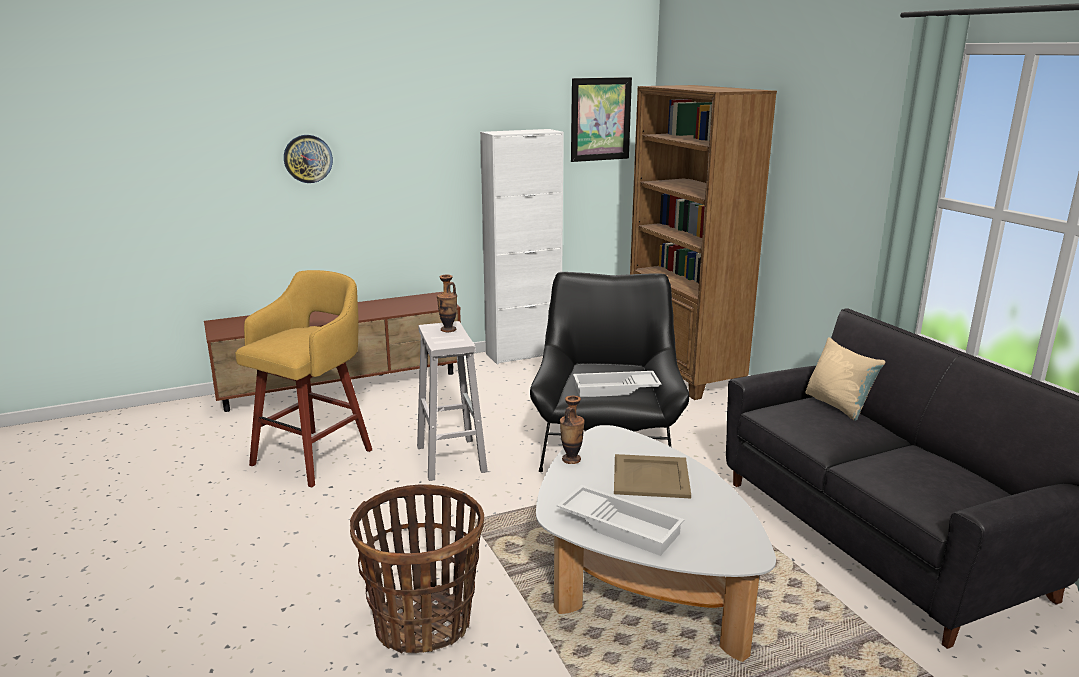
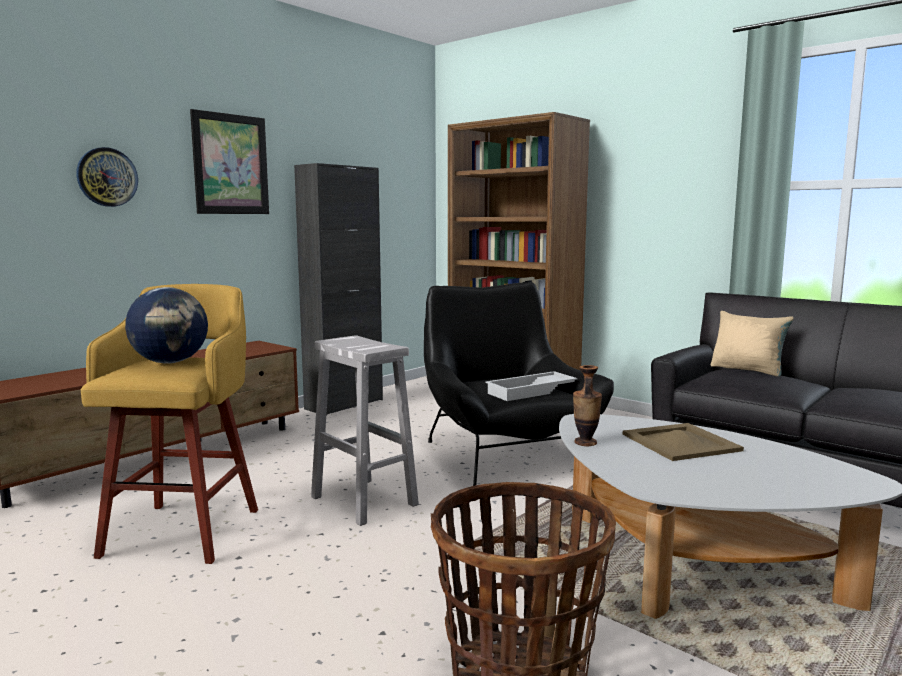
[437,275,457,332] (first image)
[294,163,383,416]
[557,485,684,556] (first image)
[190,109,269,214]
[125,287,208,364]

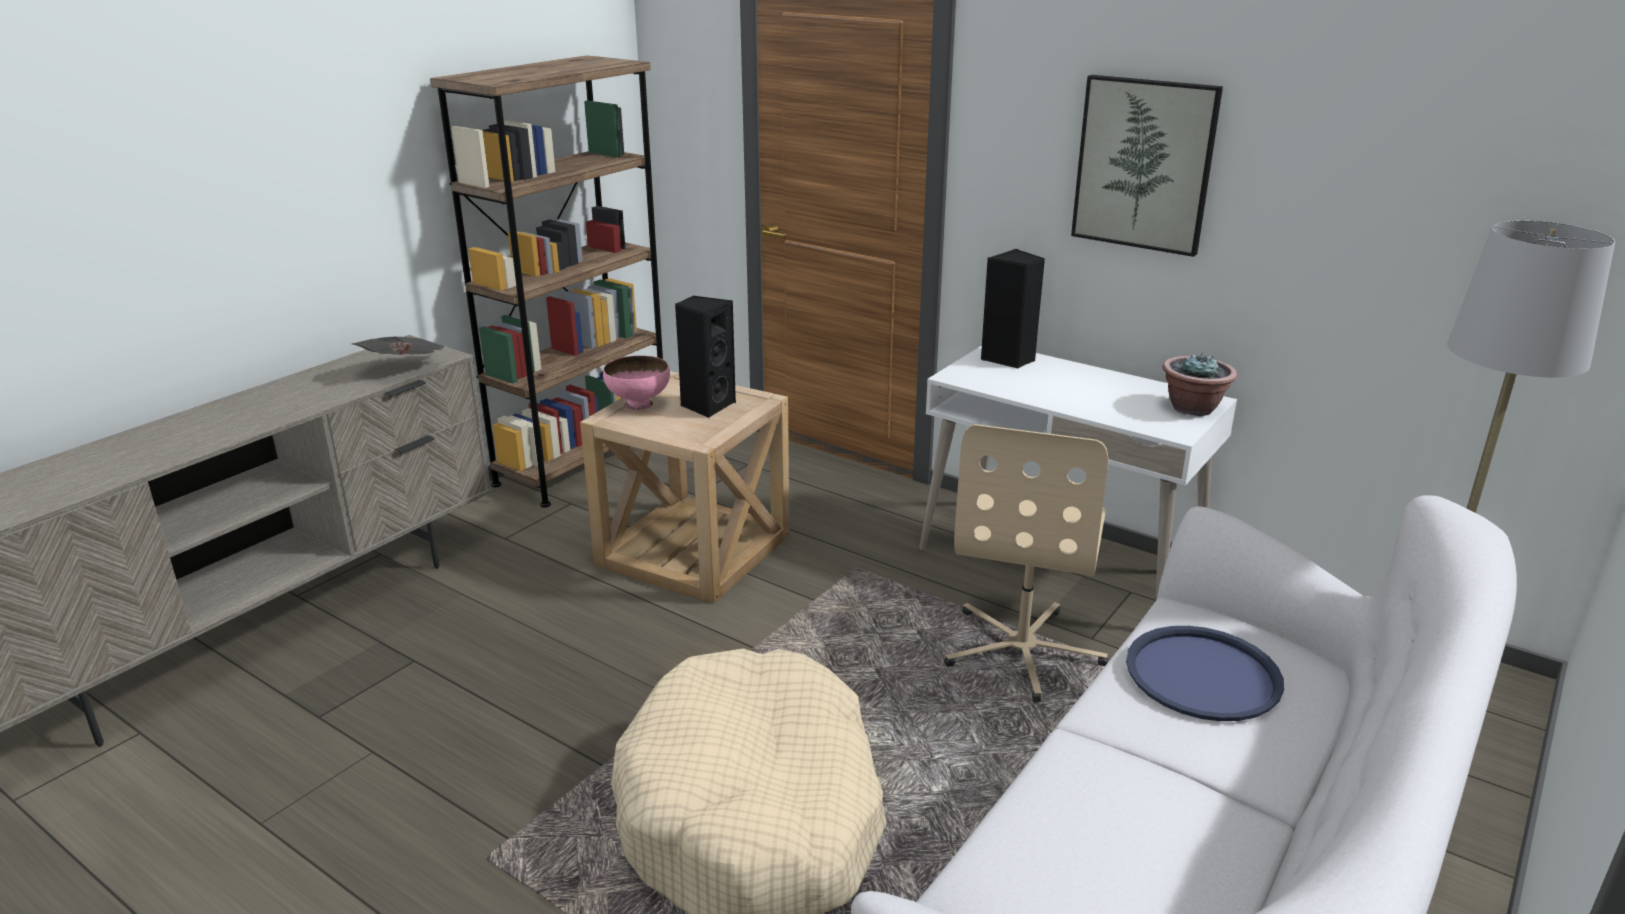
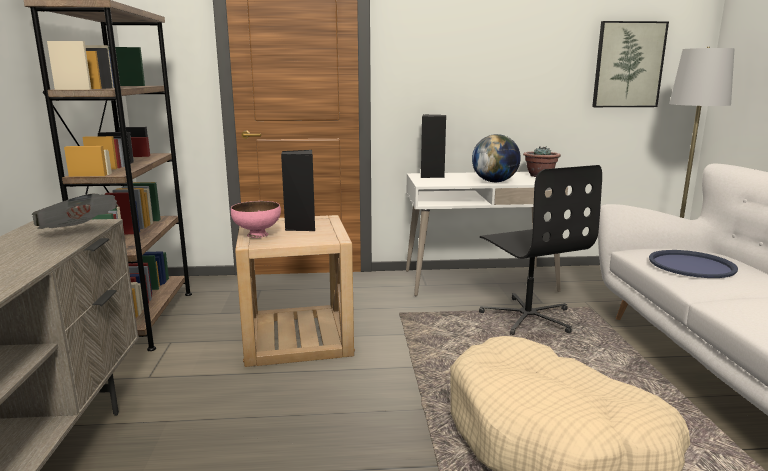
[479,165,602,335]
[592,21,669,107]
[472,134,521,182]

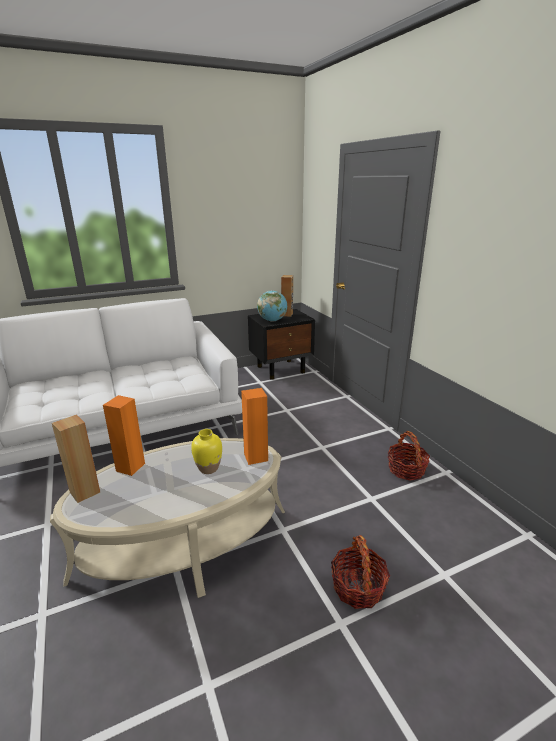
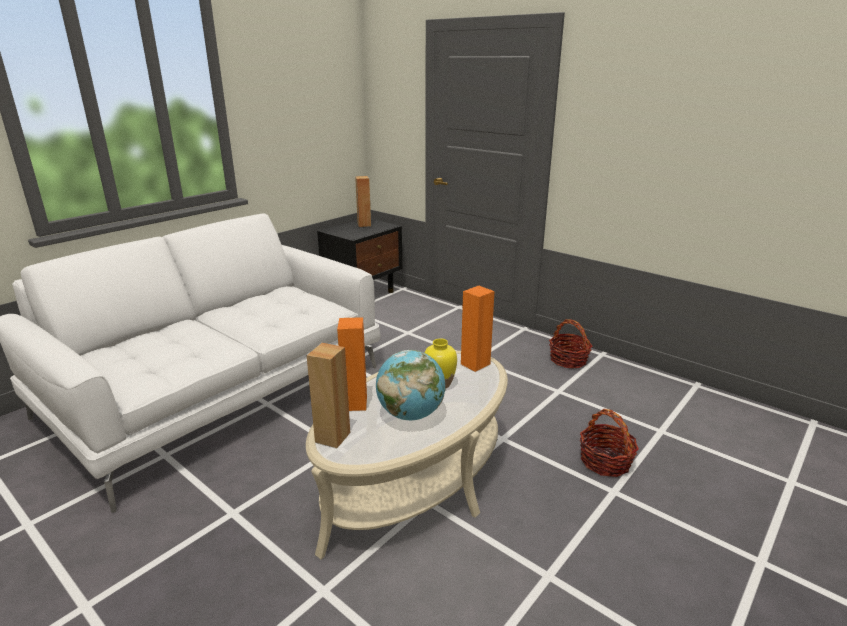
[376,350,446,420]

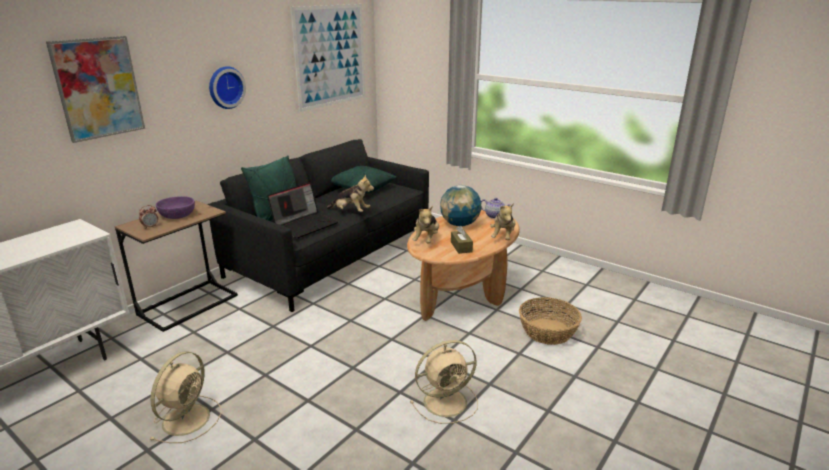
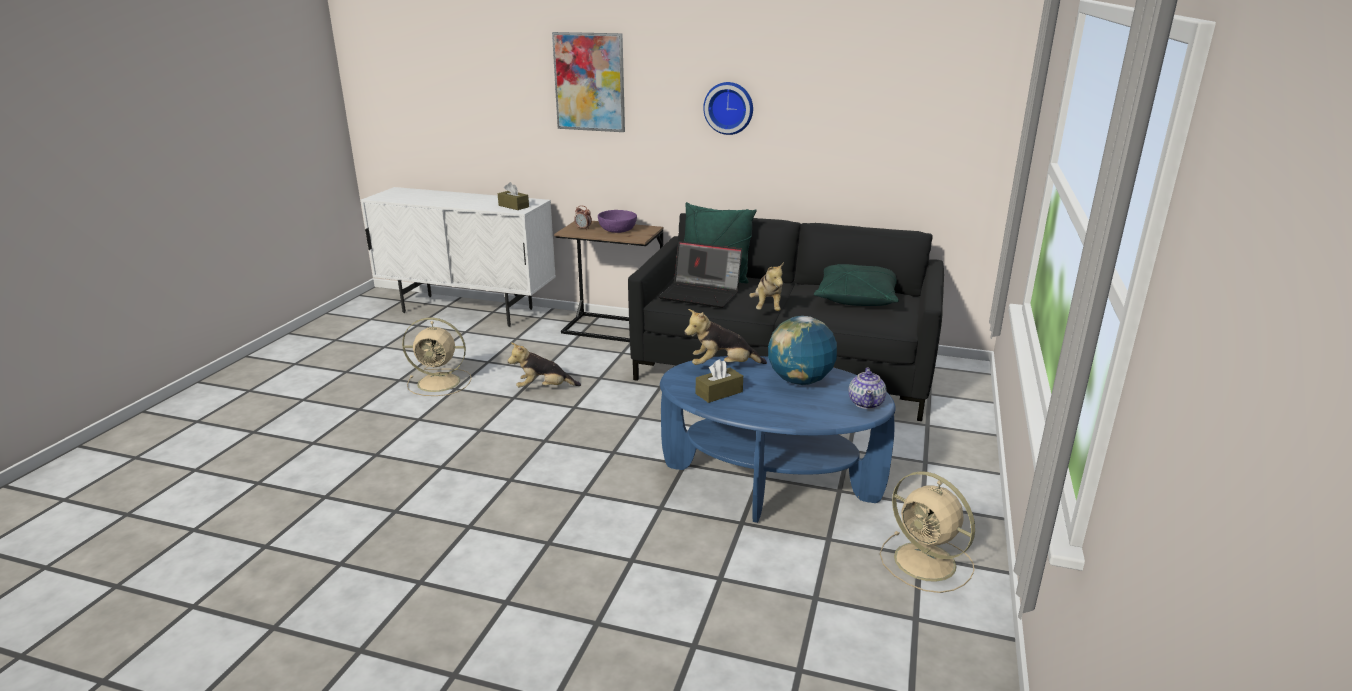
[290,4,365,112] (first image)
[660,356,896,523]
[880,471,975,593]
[508,342,581,387]
[519,297,582,345] (first image)
[498,182,529,210]

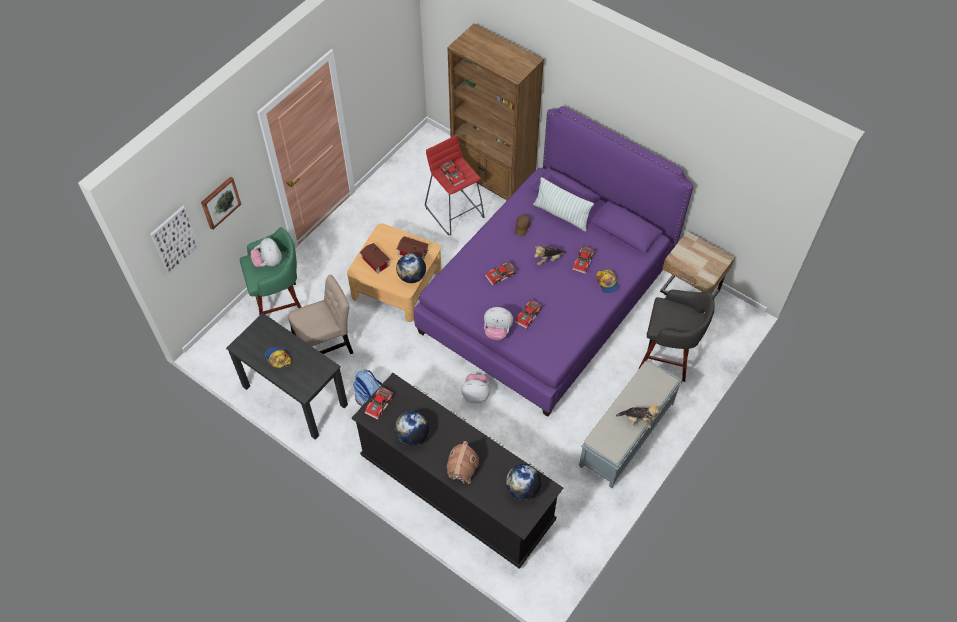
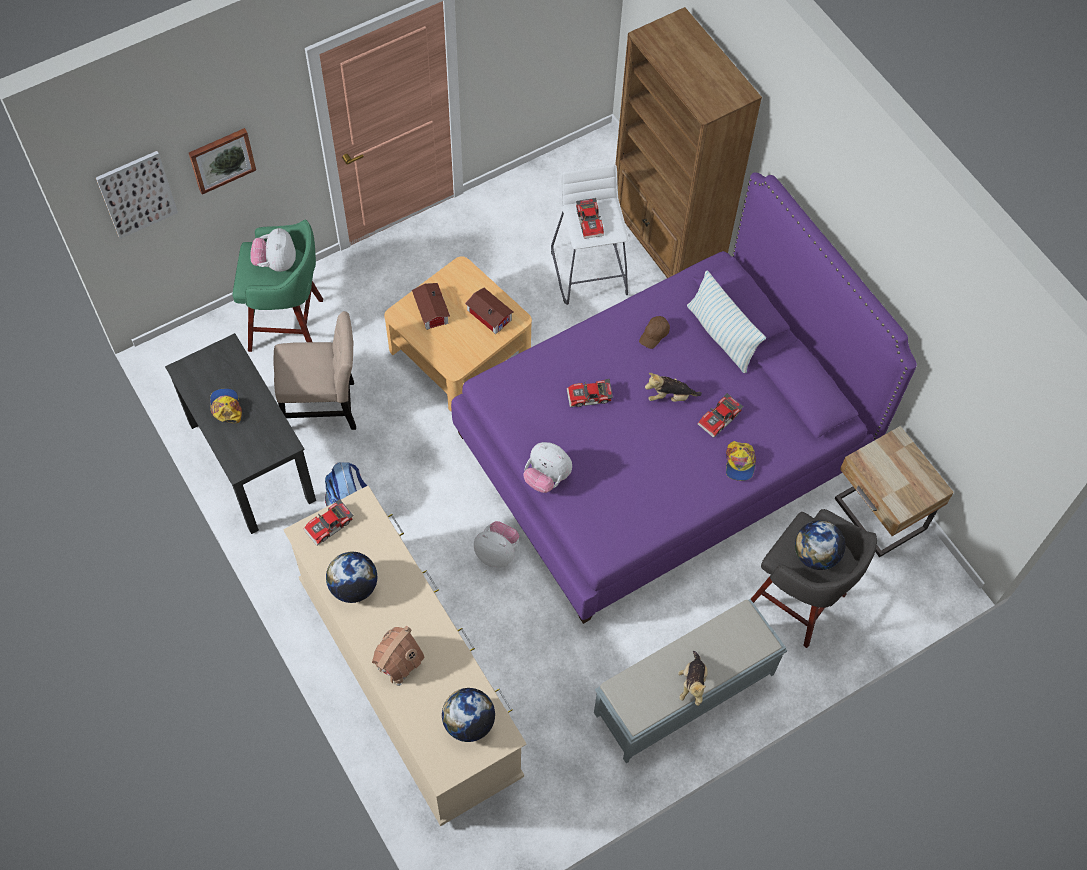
[283,486,527,826]
[795,520,846,570]
[551,164,629,305]
[515,299,542,329] (first image)
[678,651,708,706]

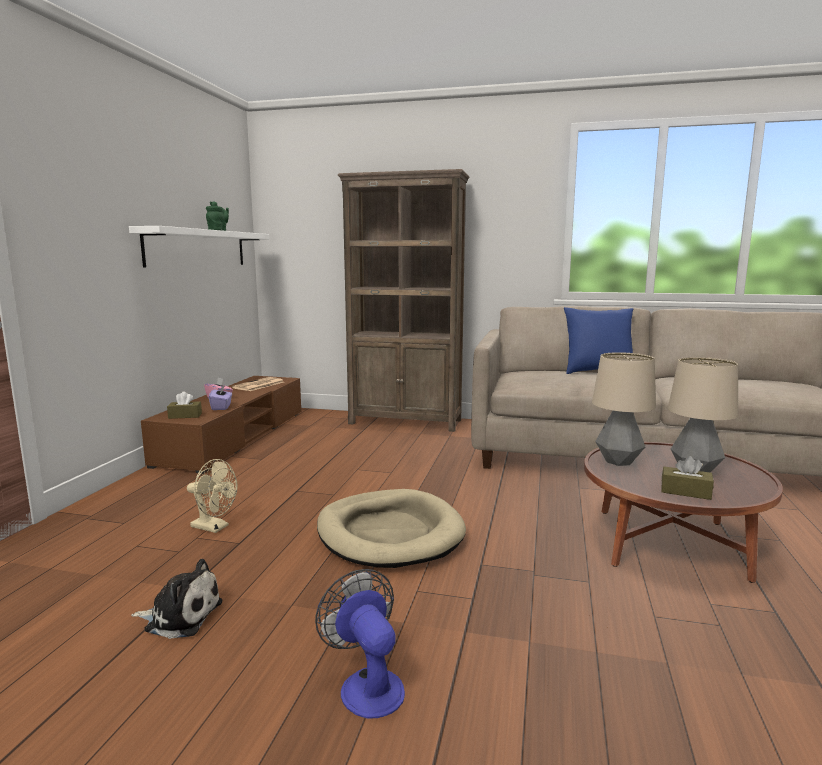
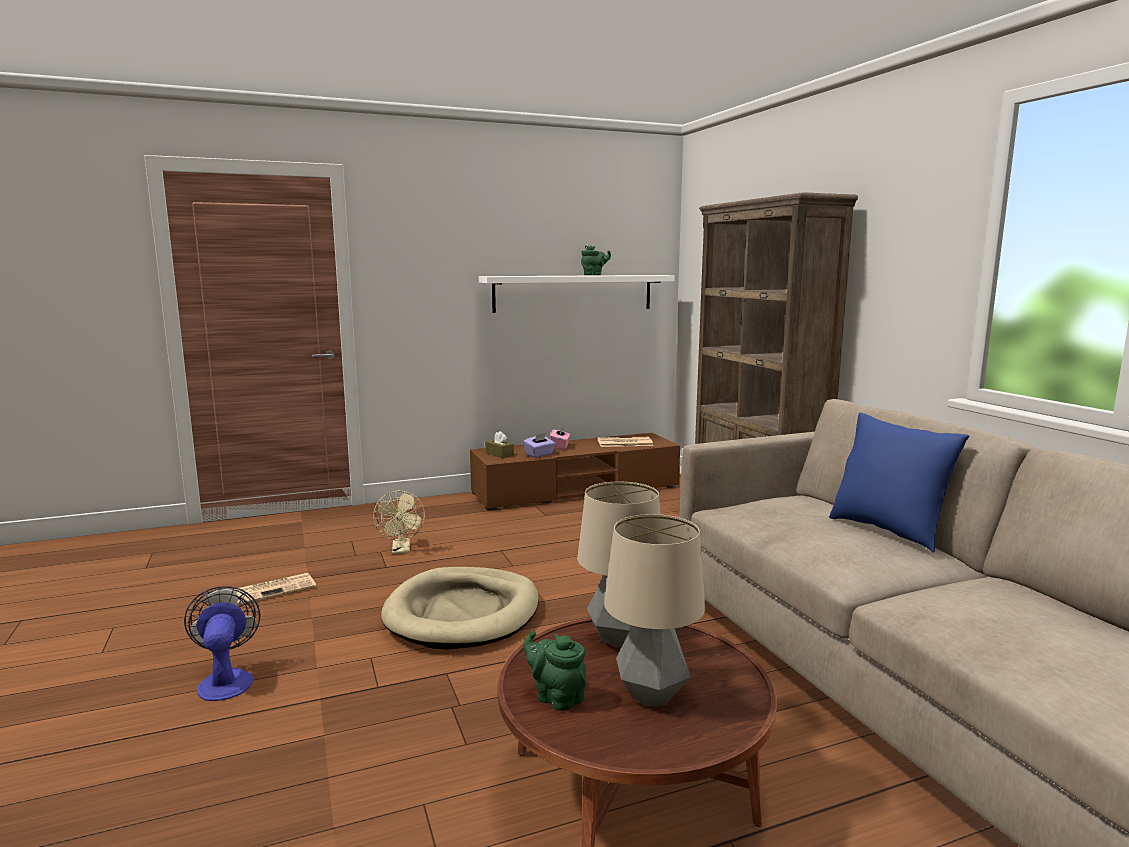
[235,573,316,605]
[184,586,260,701]
[523,630,586,711]

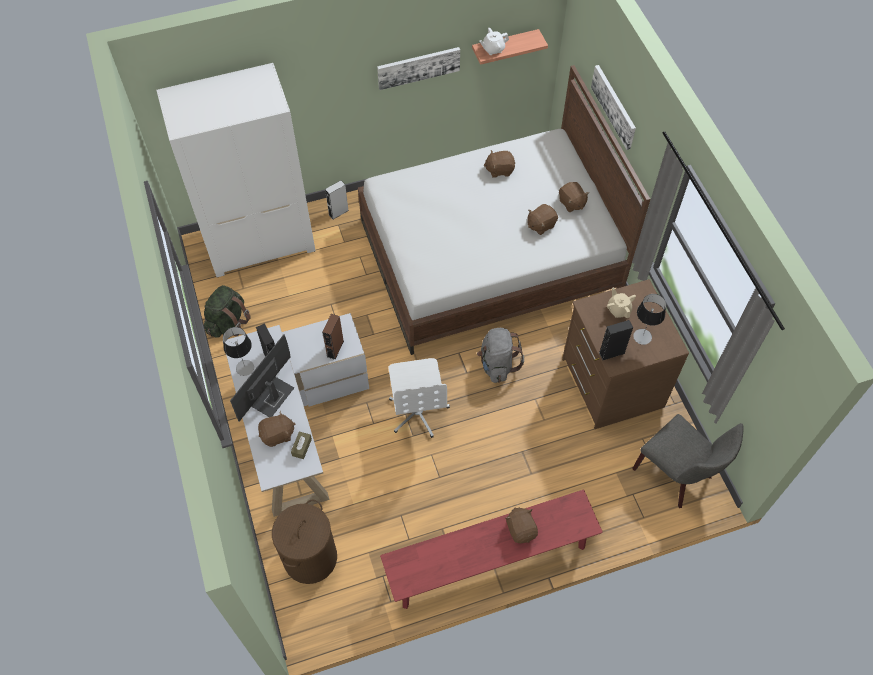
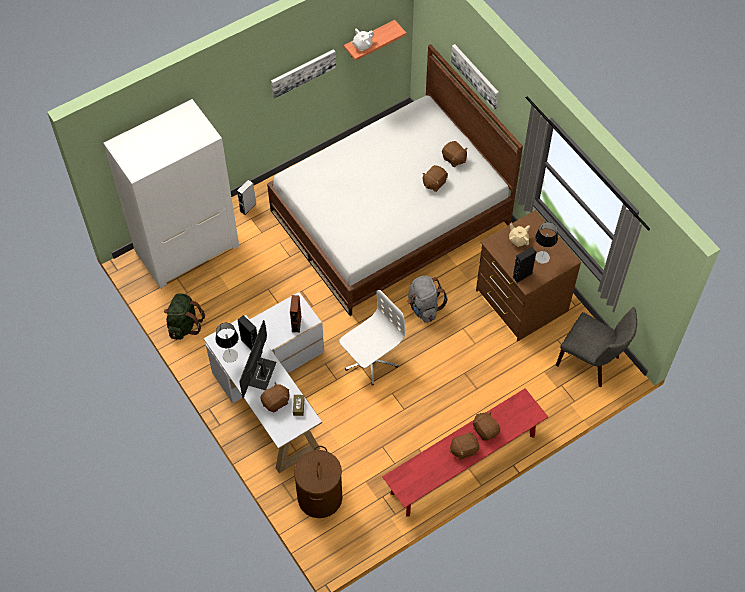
[339,290,405,385]
[449,433,479,460]

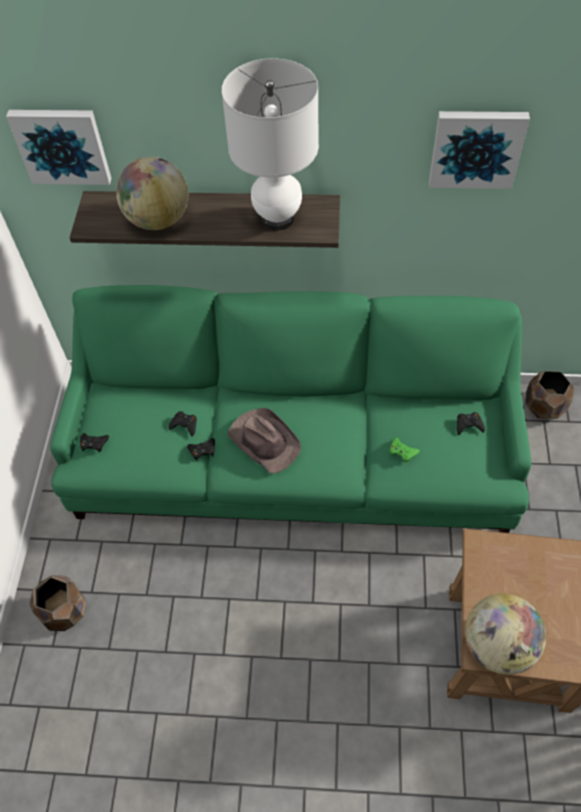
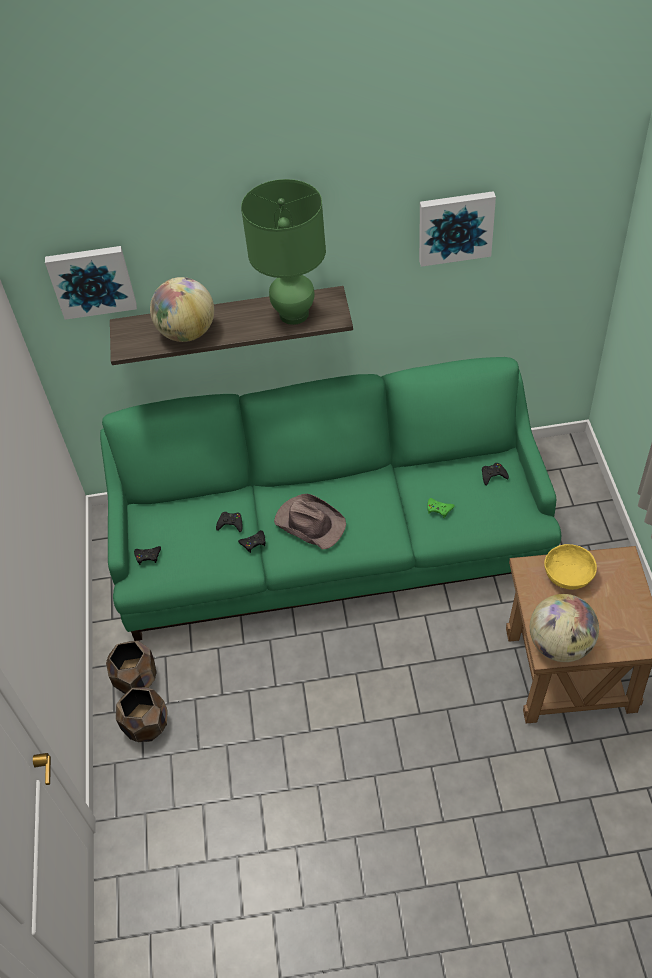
[241,179,326,325]
[106,641,157,694]
[544,544,597,590]

